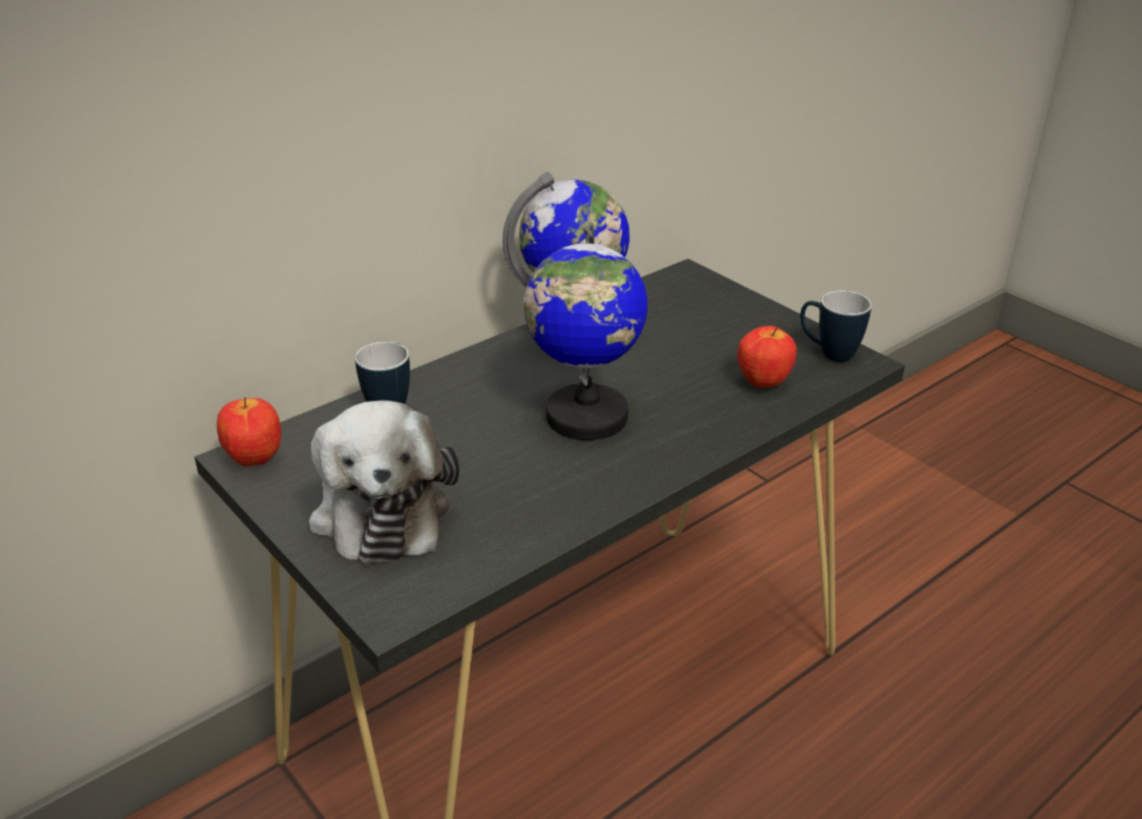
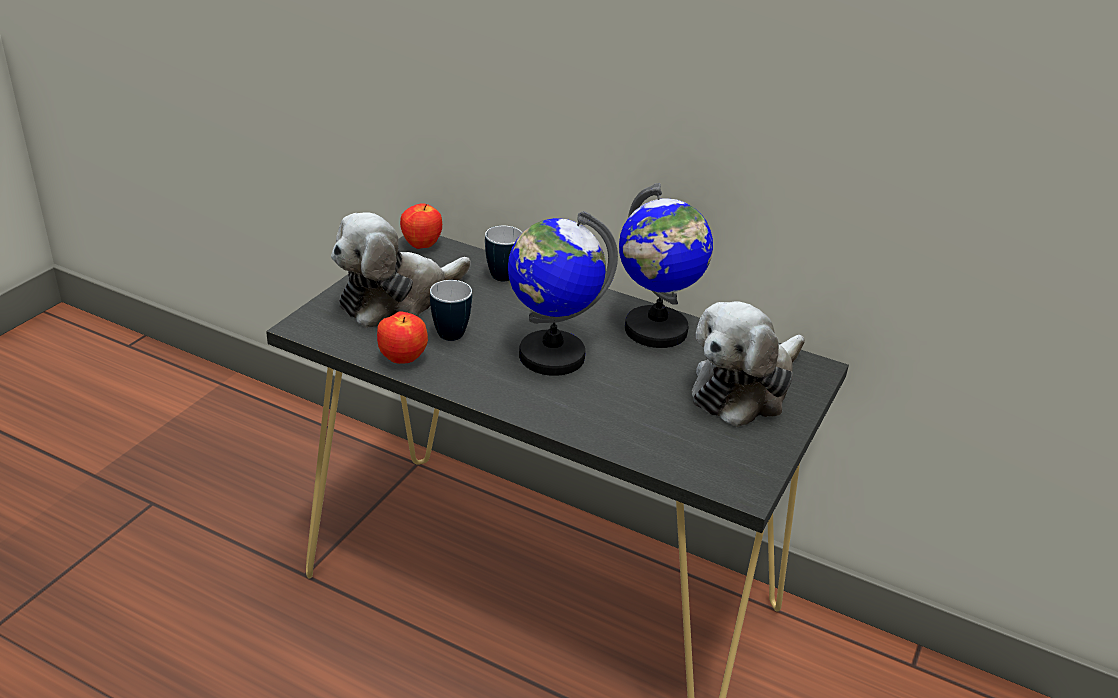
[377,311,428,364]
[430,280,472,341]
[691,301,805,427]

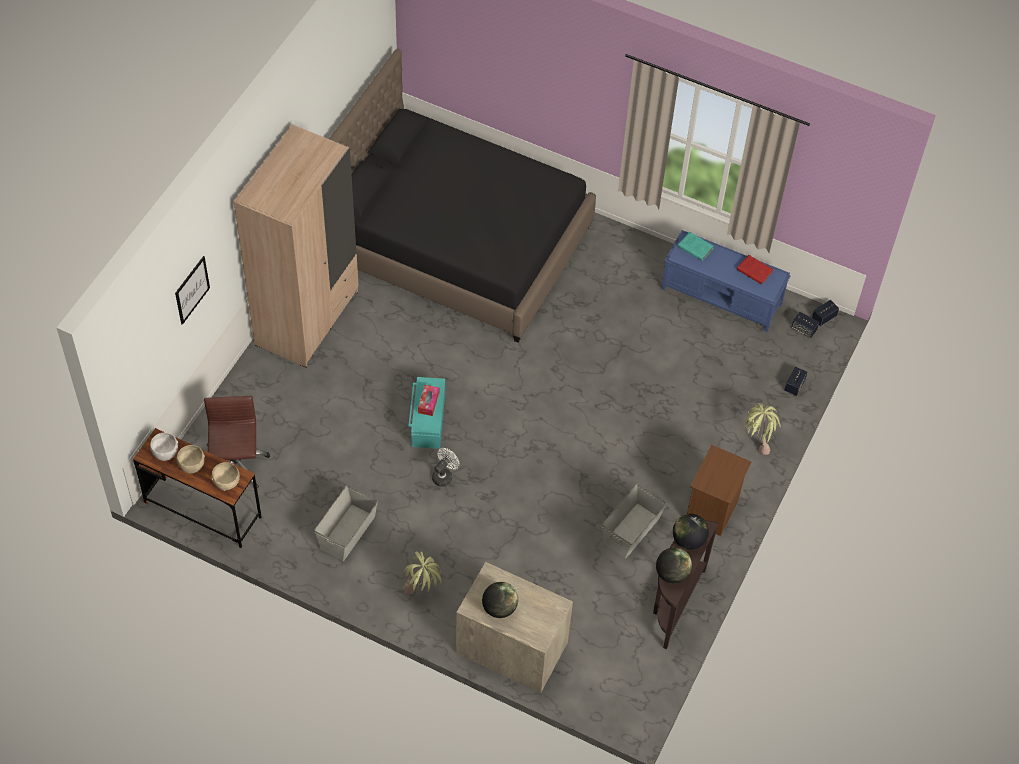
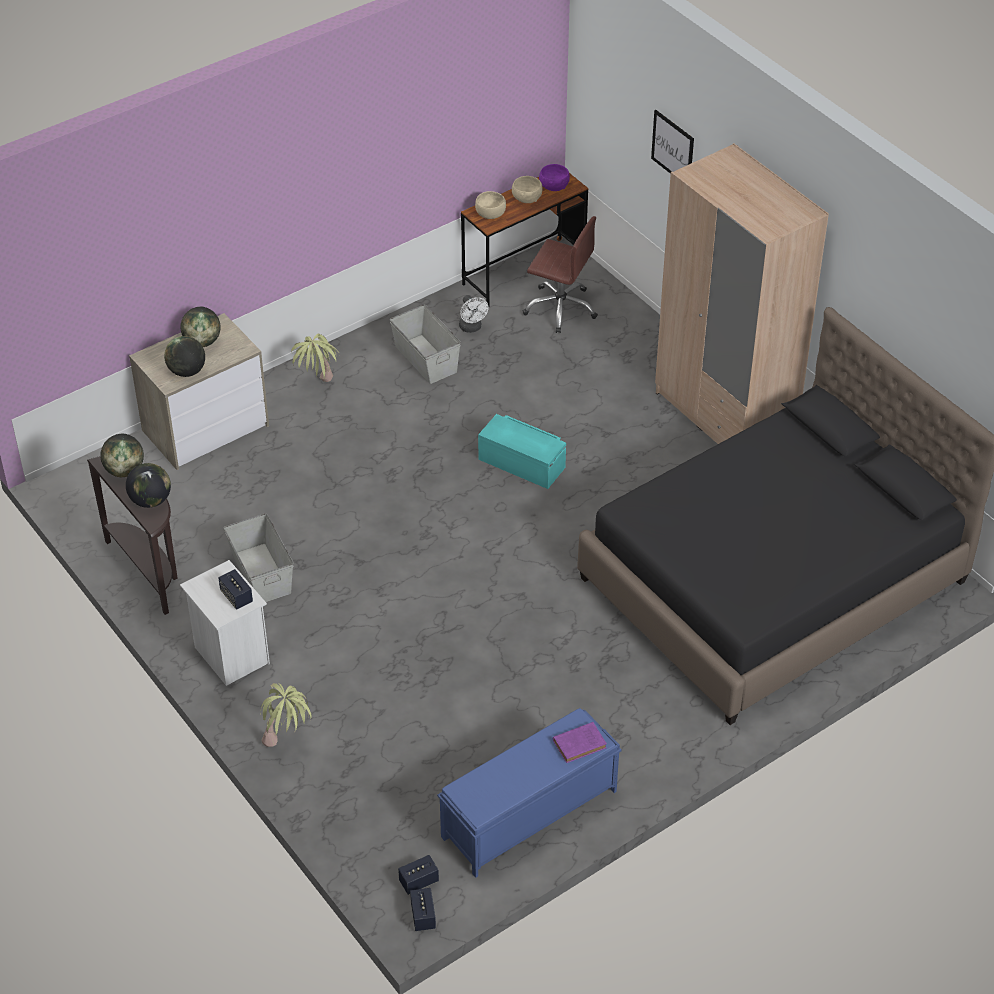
[539,164,570,191]
[418,385,439,416] (first image)
[459,295,489,333]
[553,722,607,763]
[180,560,270,686]
[737,255,773,285] (first image)
[218,569,253,609]
[164,336,205,377]

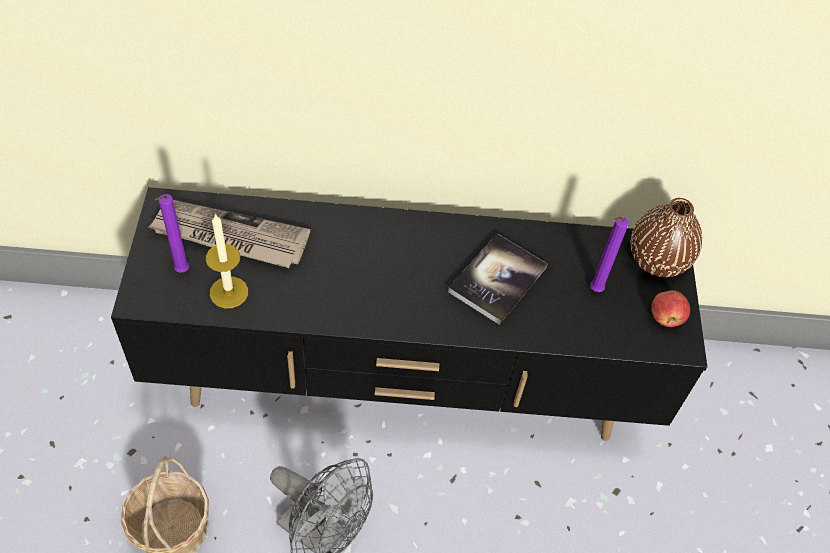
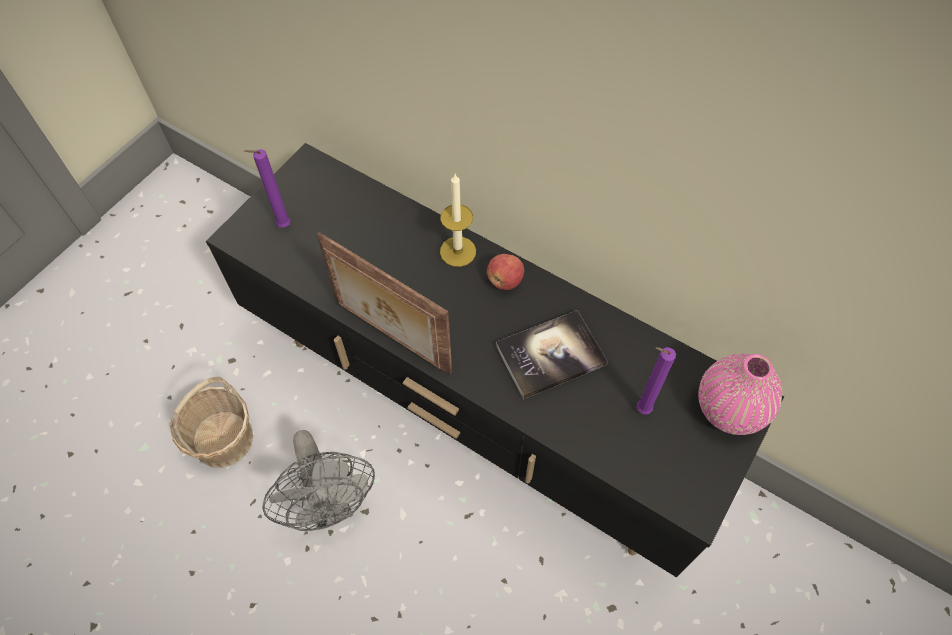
[149,200,310,268] (first image)
[440,174,476,267]
[698,354,782,435]
[487,254,524,290]
[317,232,452,375]

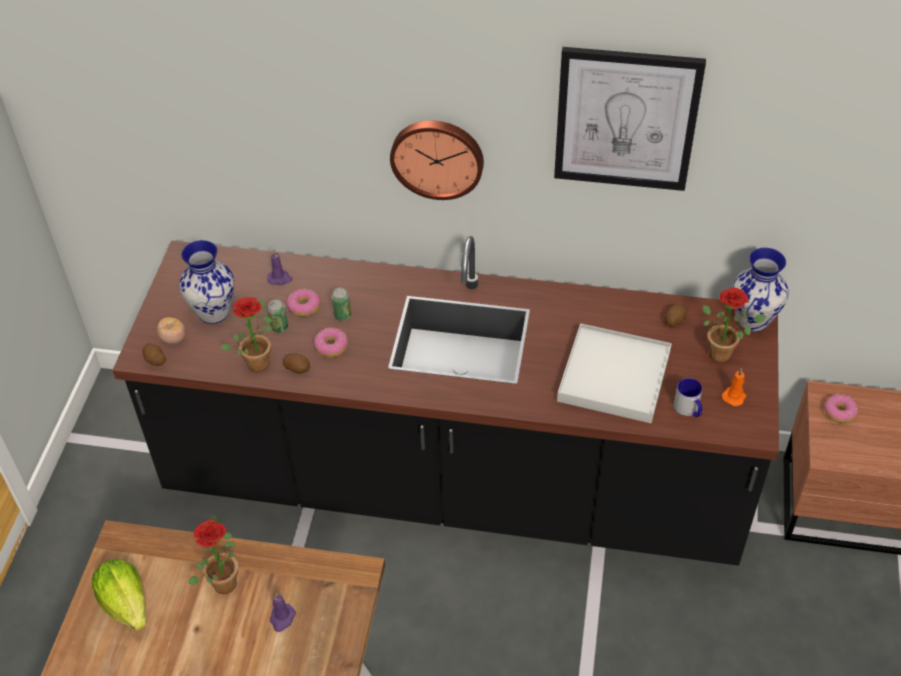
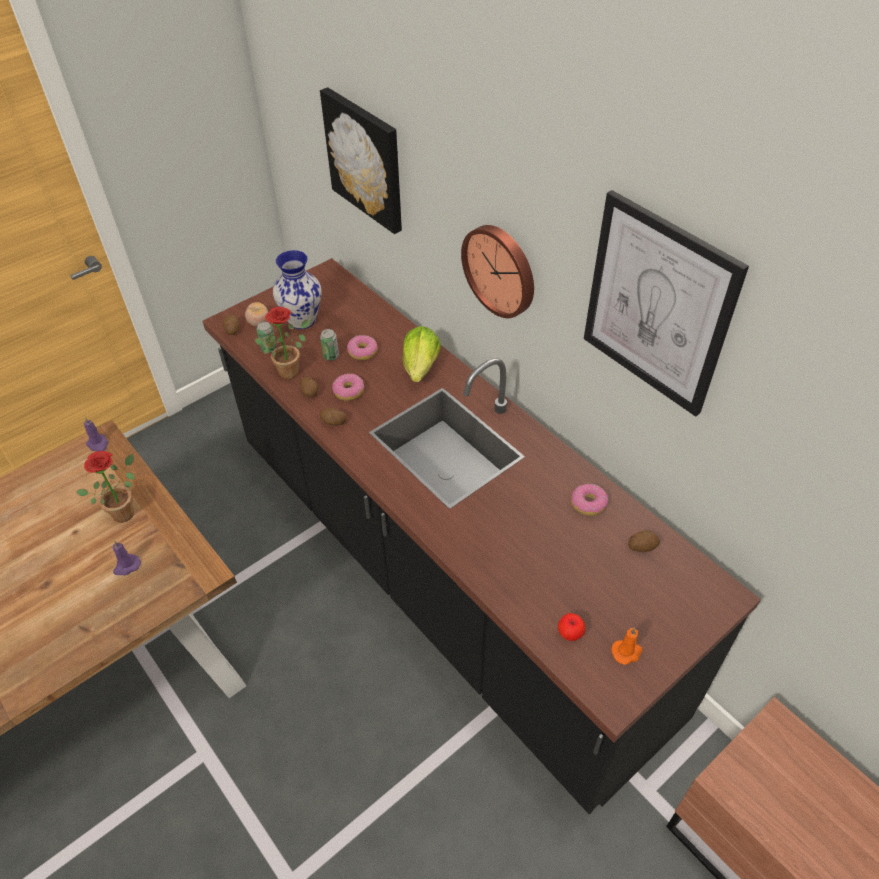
[402,326,441,382]
[84,417,108,451]
[256,322,277,353]
[557,323,672,423] (first image)
[558,613,586,641]
[702,288,767,362] (first image)
[732,248,789,332] (first image)
[571,484,608,516]
[320,87,402,234]
[320,408,347,426]

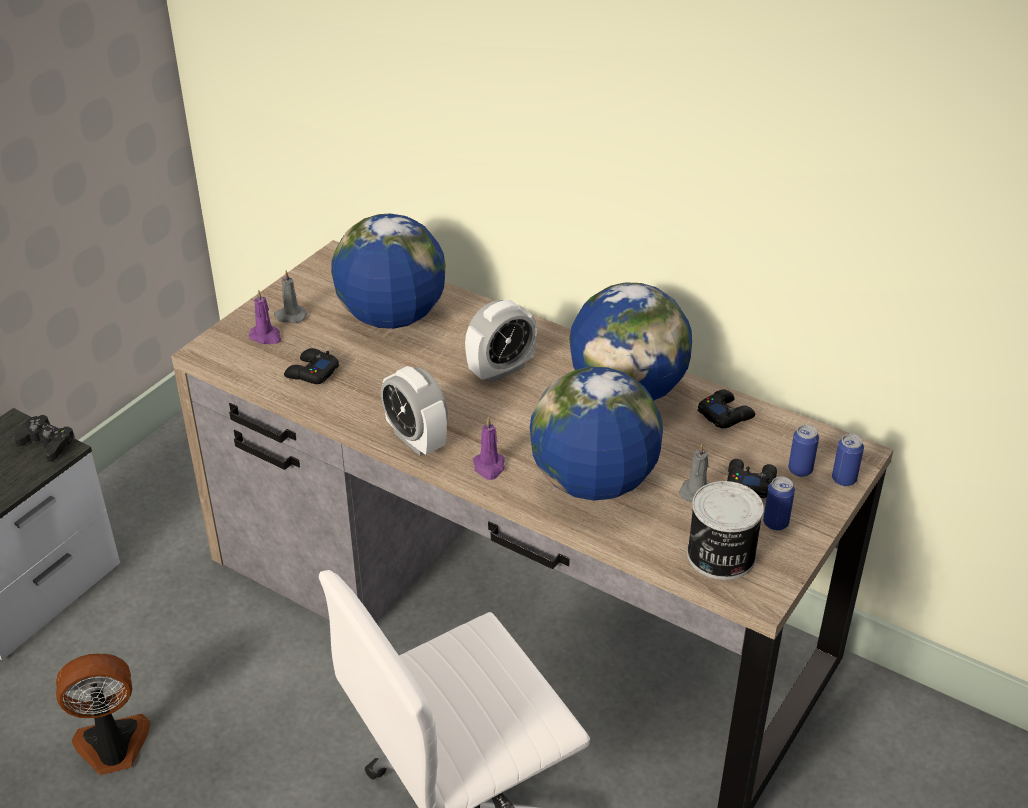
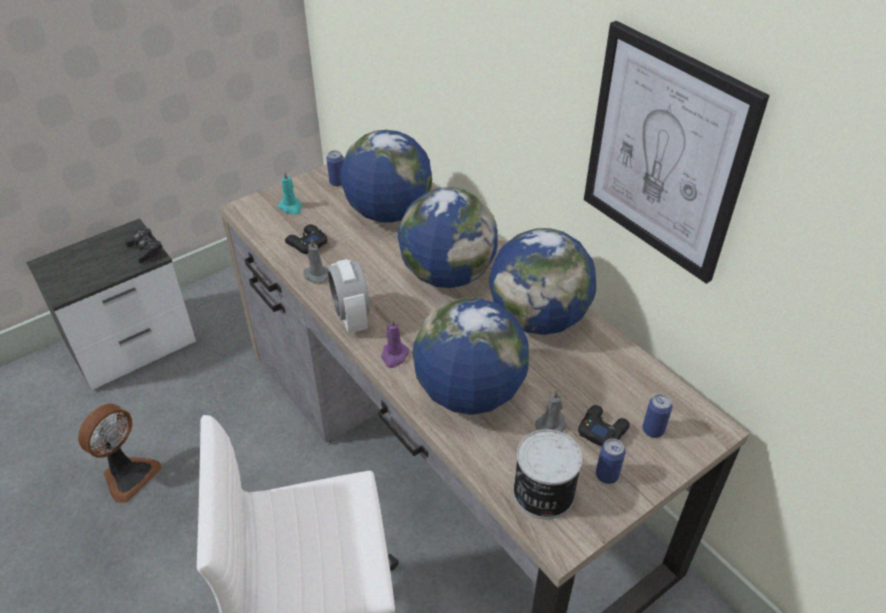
[78,404,162,503]
[278,171,302,215]
[304,239,328,284]
[398,187,498,288]
[698,389,755,429] (first image)
[326,150,343,186]
[584,21,769,284]

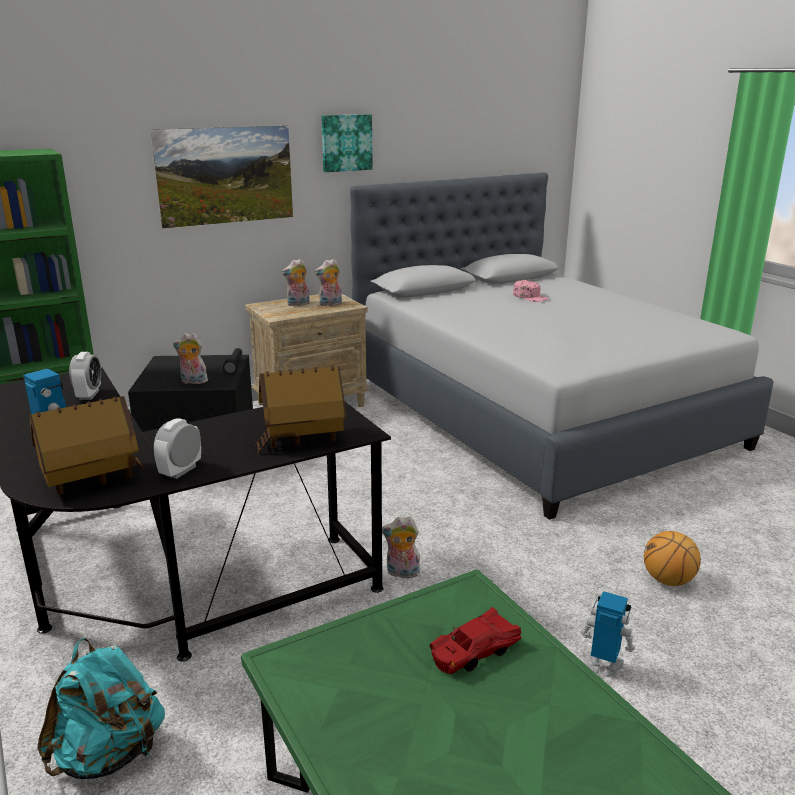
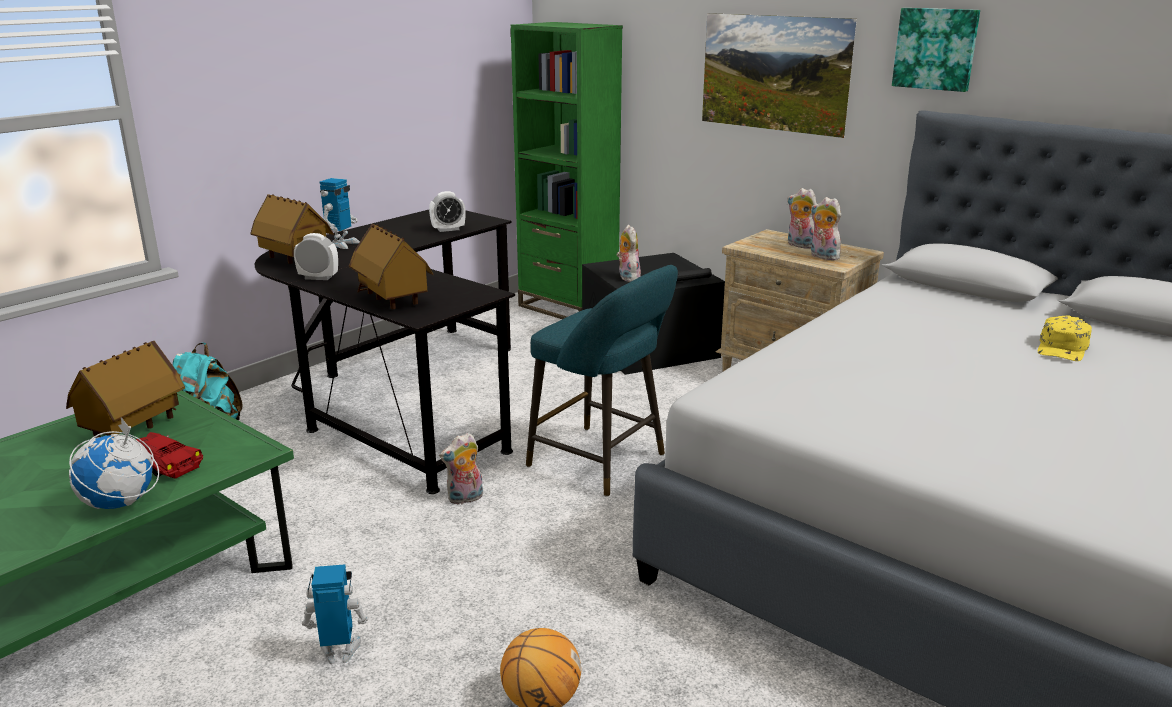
[439,433,483,504]
[1038,315,1092,361]
[302,564,369,664]
[66,341,185,438]
[69,417,159,509]
[526,265,678,497]

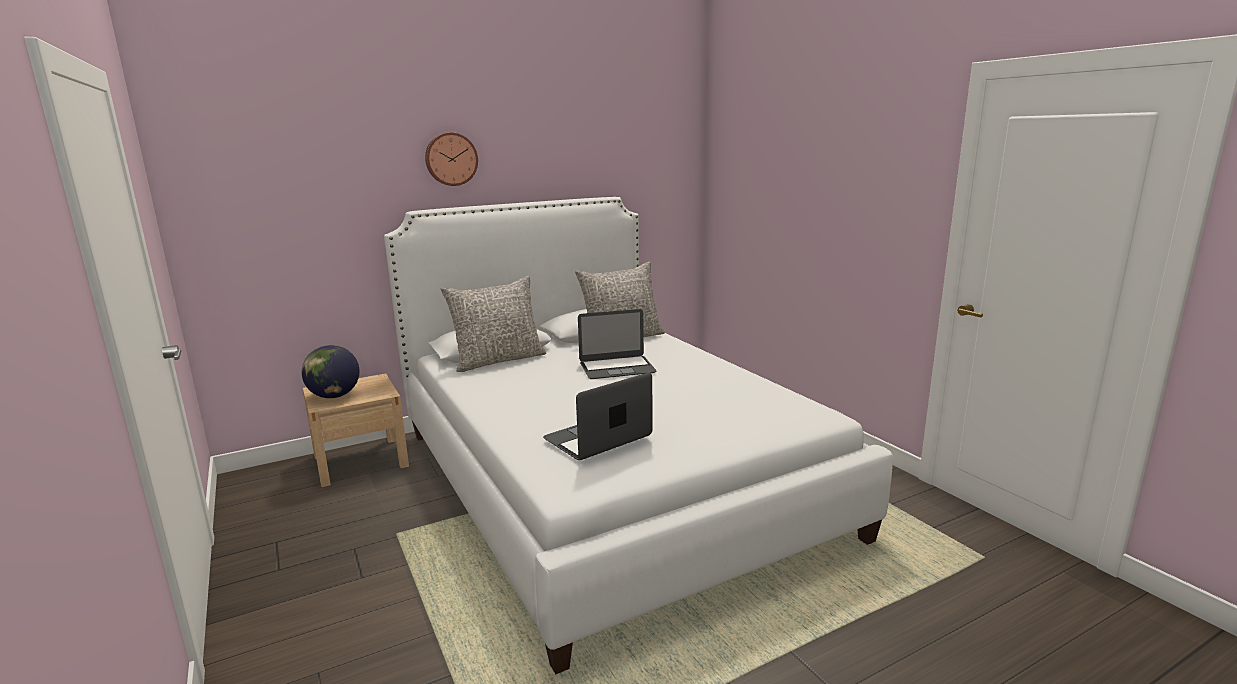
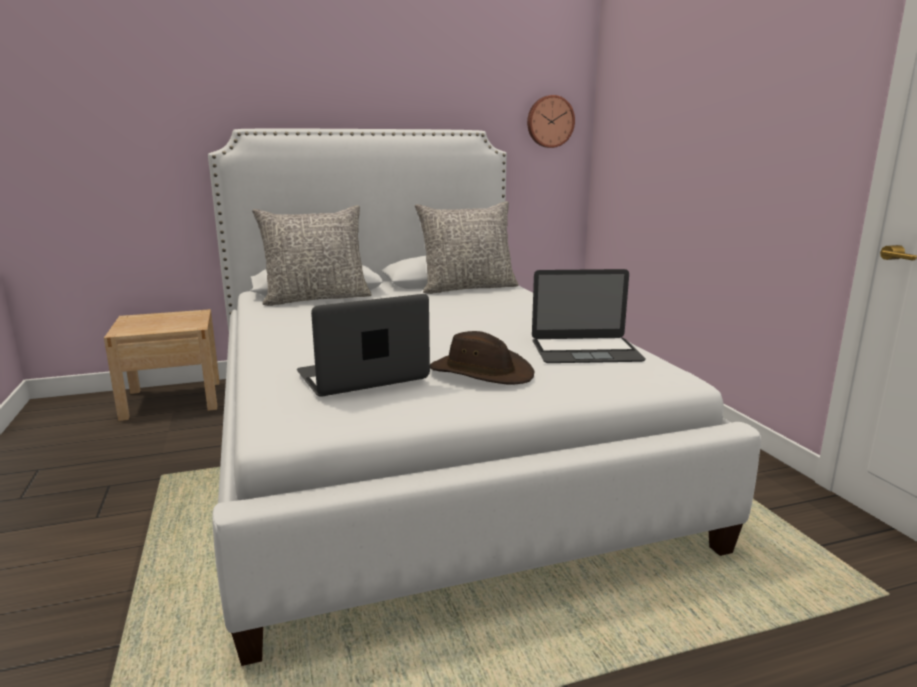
[302,345,360,398] (first image)
[527,95,575,148]
[532,269,646,363]
[430,331,534,385]

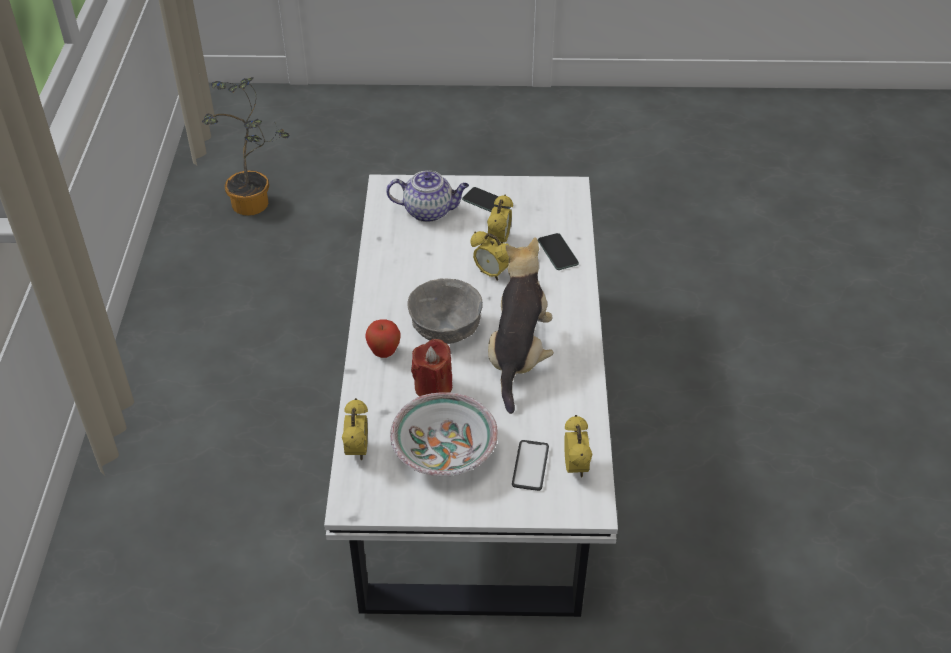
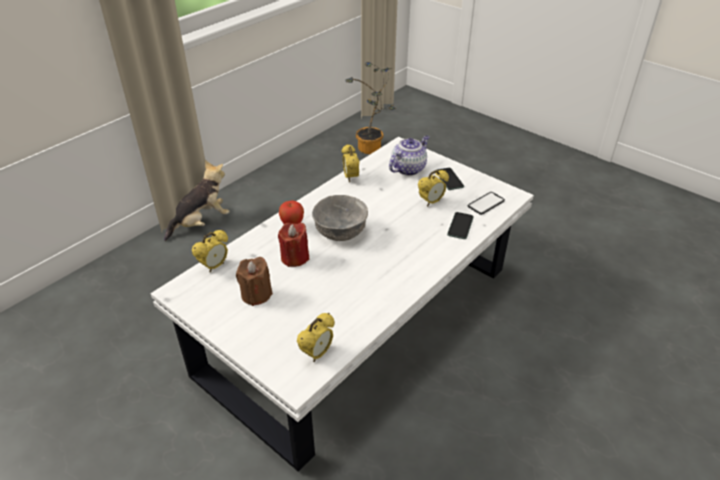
[389,135,429,176]
[236,257,273,306]
[342,144,360,182]
[164,160,230,241]
[468,192,505,215]

